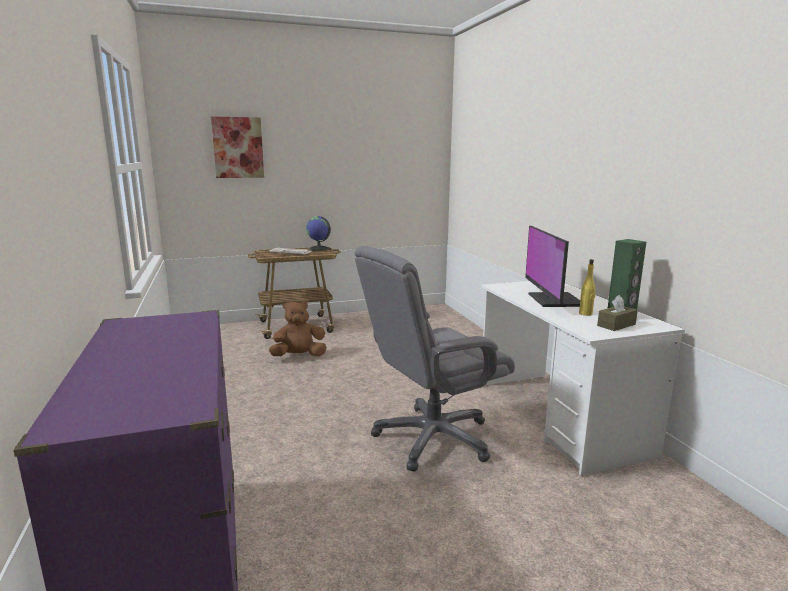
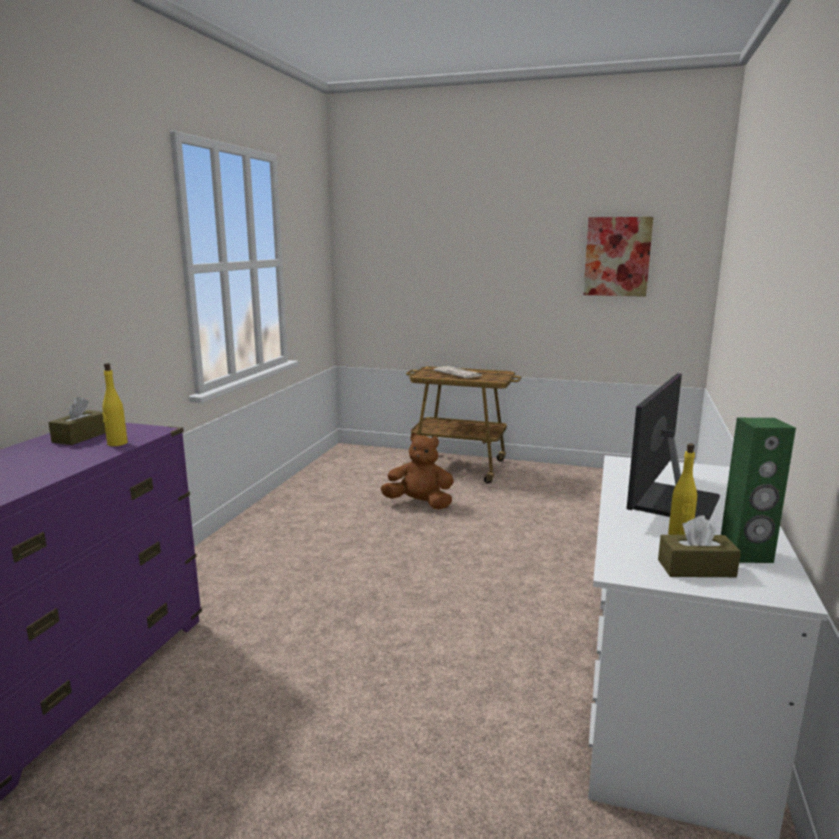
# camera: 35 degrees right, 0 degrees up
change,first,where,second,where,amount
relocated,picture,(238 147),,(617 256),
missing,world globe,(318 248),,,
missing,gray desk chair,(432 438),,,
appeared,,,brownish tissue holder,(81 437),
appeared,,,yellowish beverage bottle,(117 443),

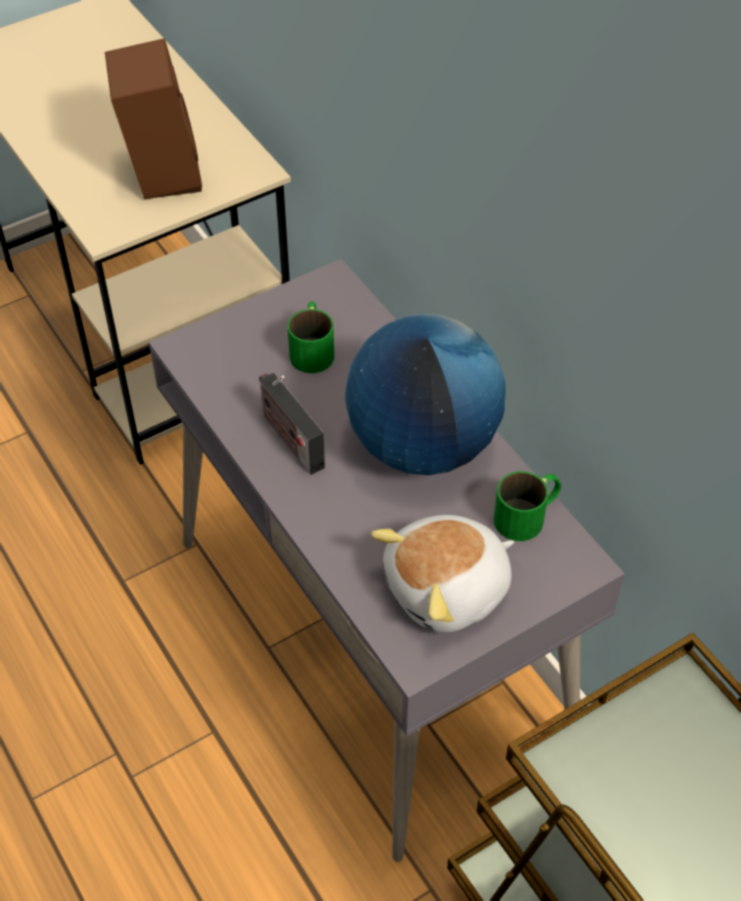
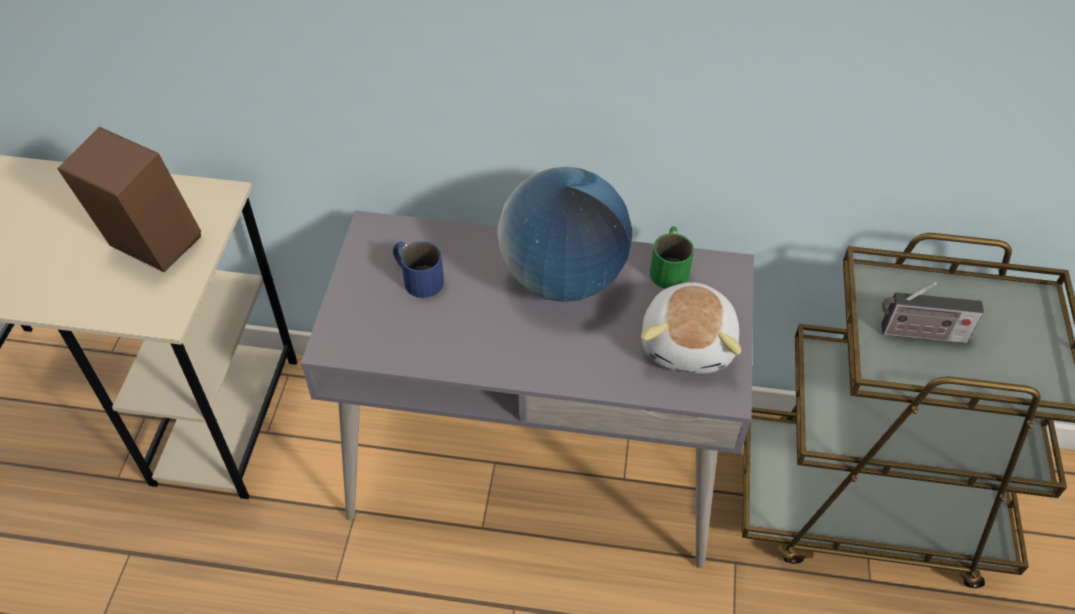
# camera: 50 degrees left, 0 degrees up
change,first,where,second,where,amount
relocated,radio set,(289 438),,(919 334),
colour,green-coloured coffee mug,(312 347),blue-coloured coffee mug,(416 277),

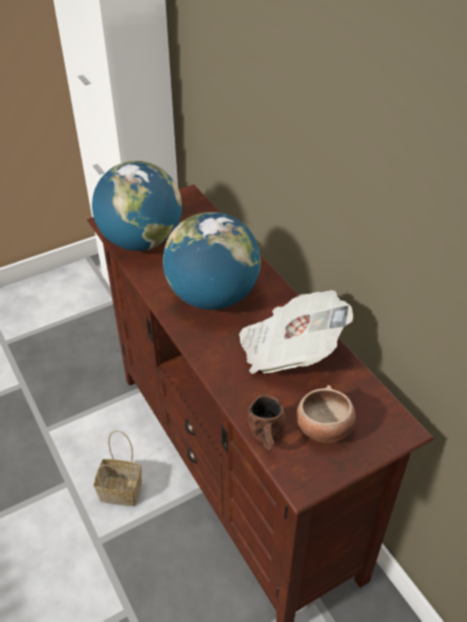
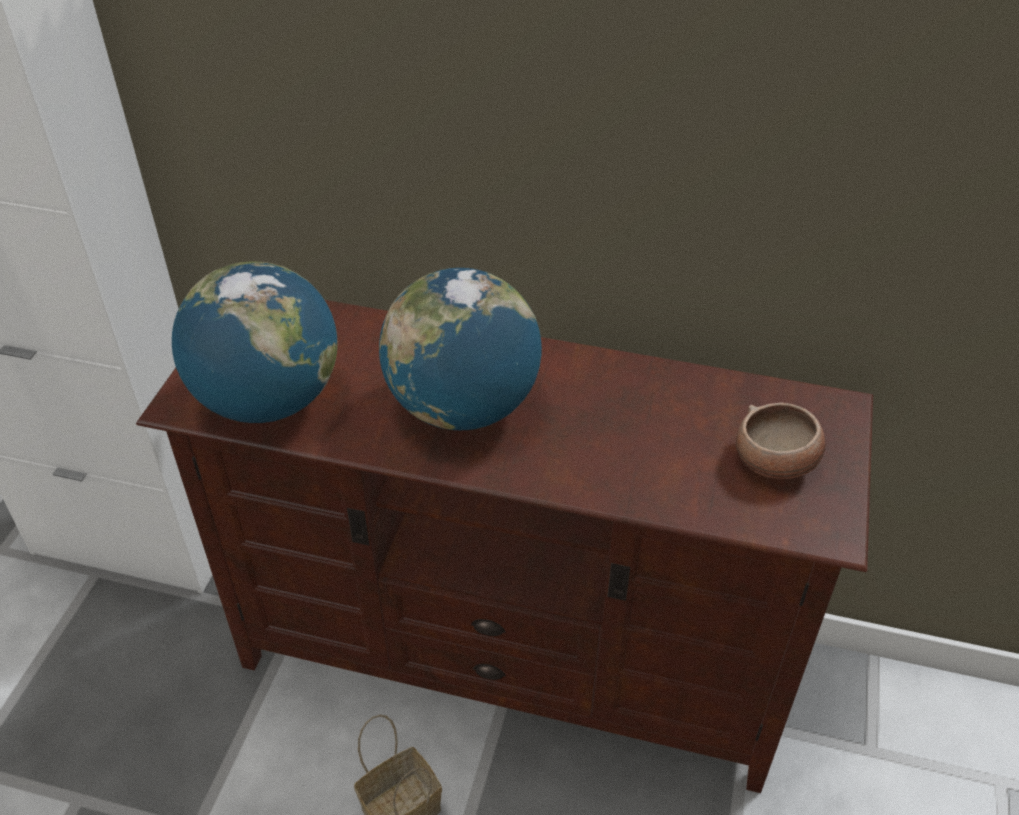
# camera: 45 degrees left, 0 degrees up
change,first,where,second,where,amount
missing,daily paper,(289 351),,,
missing,brownish coffee mug,(267 439),,,

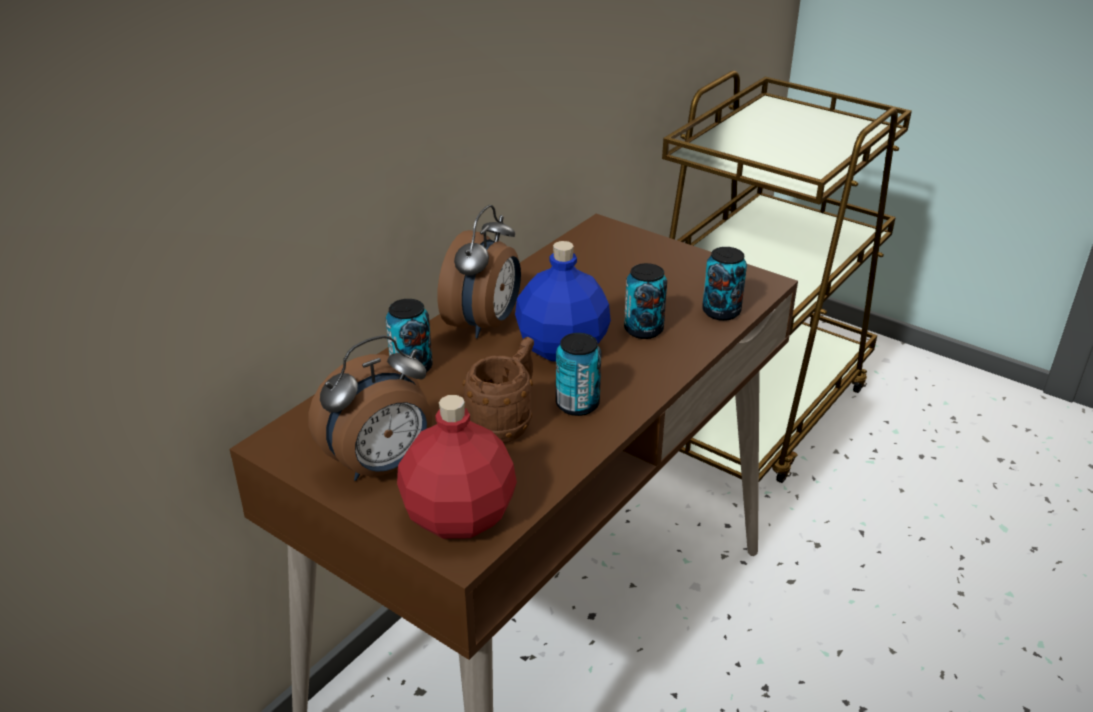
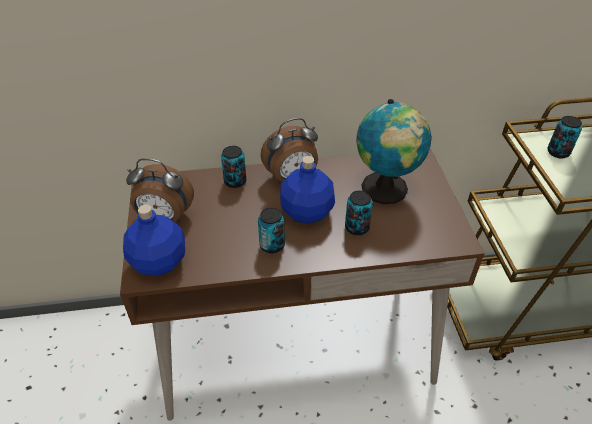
# camera: 45 degrees right, 10 degrees up
change,first,where,second,where,amount
colour,red beverage bottle,(458 515),blue-coloured beverage bottle,(159 261),
missing,brownish coffee mug,(506 423),,,
relocated,can,(721 312),,(558 152),
appeared,,,world globe,(386 190),

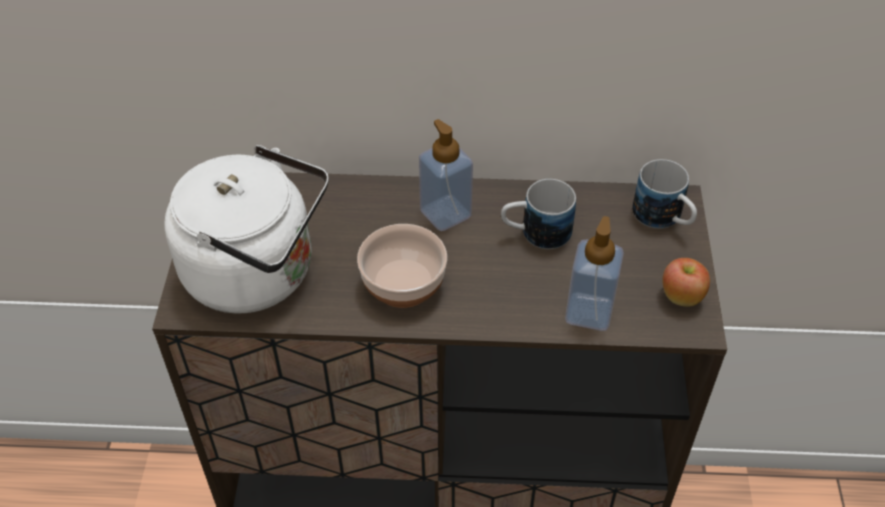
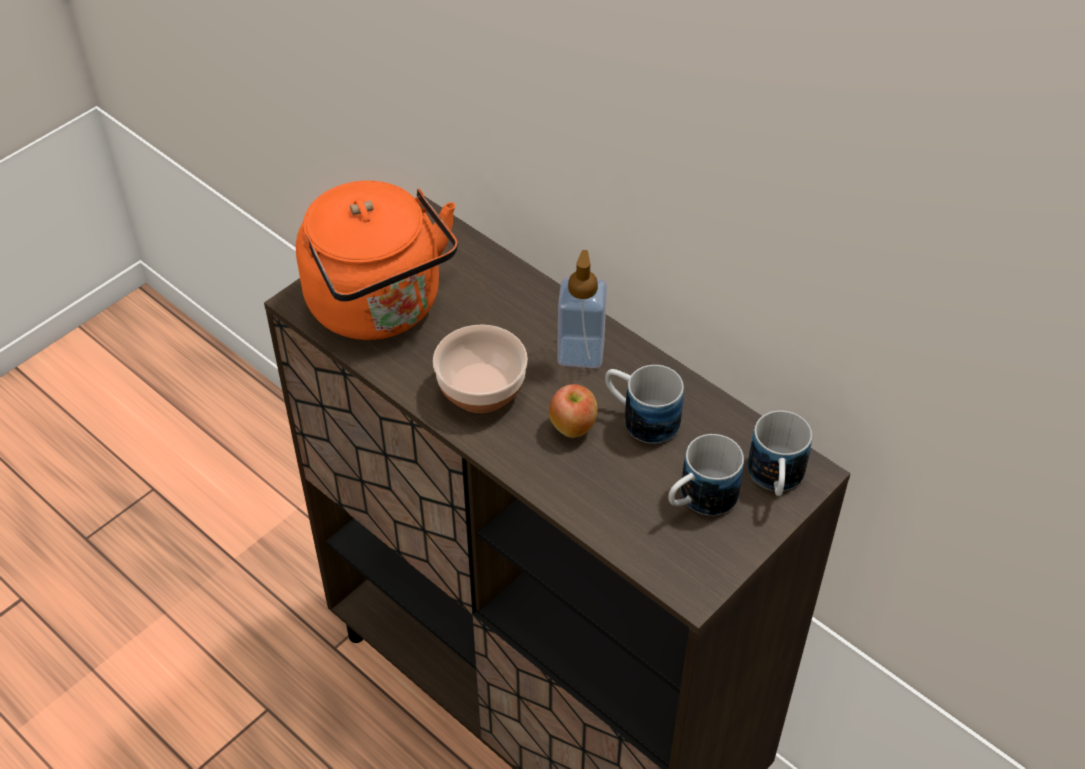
# camera: 40 degrees right, 0 degrees up
change,first,where,second,where,amount
colour,whitish kettle,(258 273),orange-coloured kettle,(380 308),
missing,soap bottle,(589 312),,,
relocated,whole apple,(681 296),,(573 427),
appeared,,,coffee mug,(699 500),

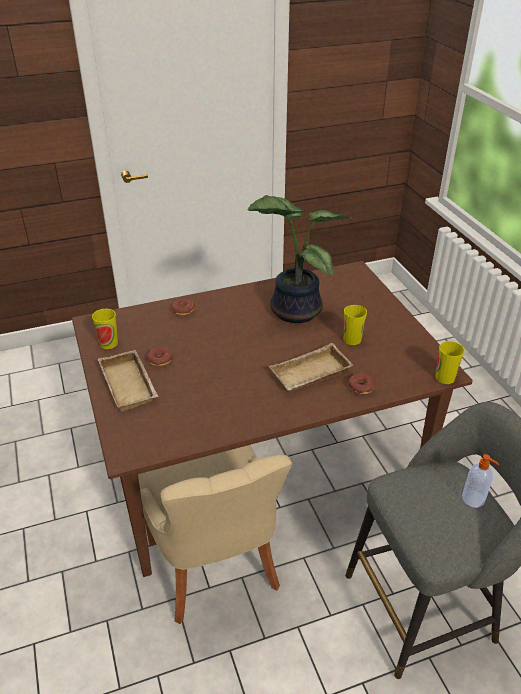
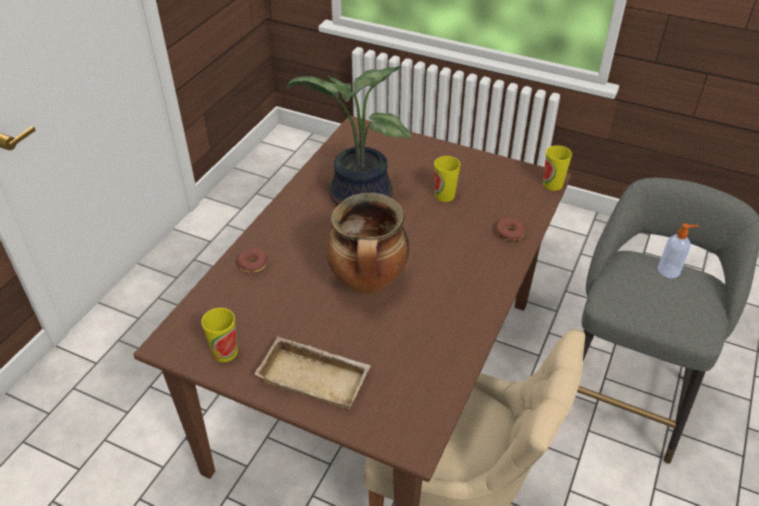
# camera: 45 degrees left, 5 degrees up
change,first,where,second,where,amount
missing,donut,(160 360),,,
missing,beige-coloured carrying tray,(310 375),,,
appeared,,,saucepot,(368 282),

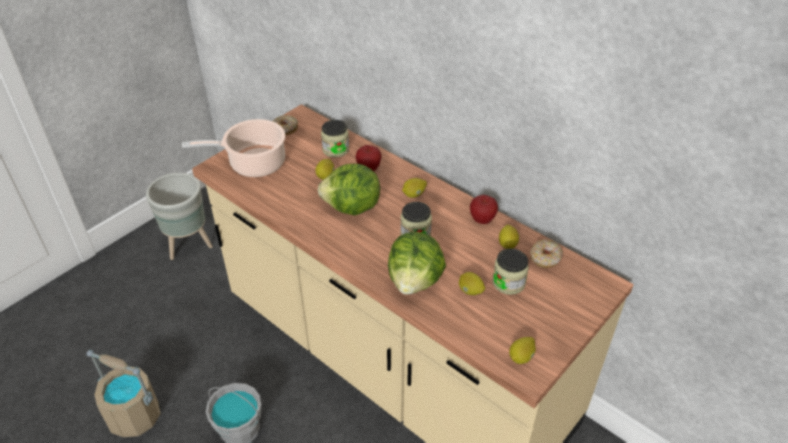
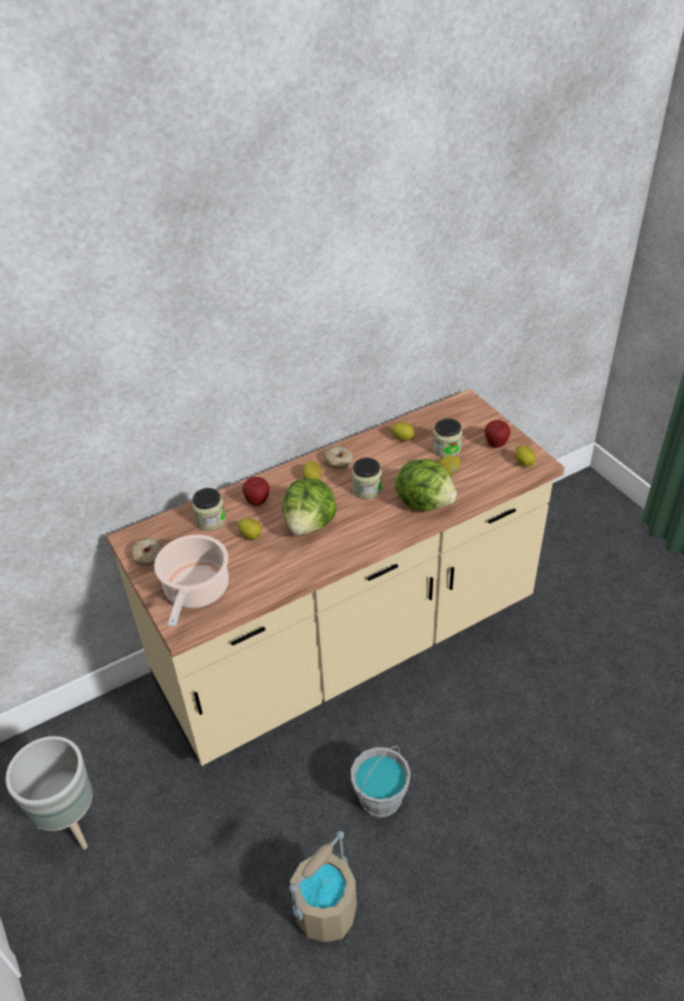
# camera: 70 degrees left, 0 degrees up
change,first,where,second,where,amount
relocated,whole apple,(482 220),,(496 444),
relocated,donut,(545 258),,(338 461),

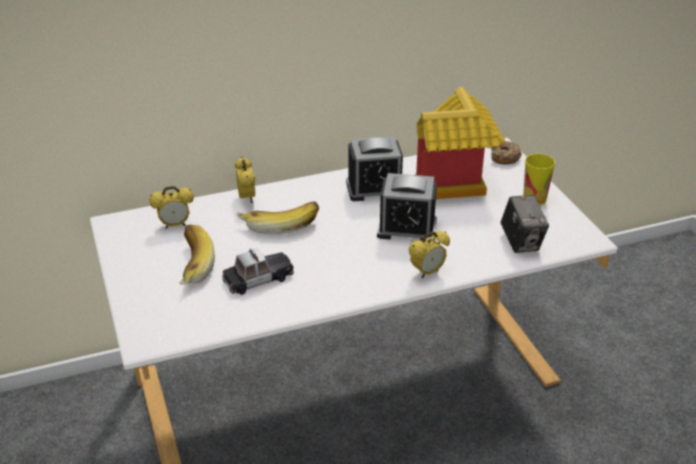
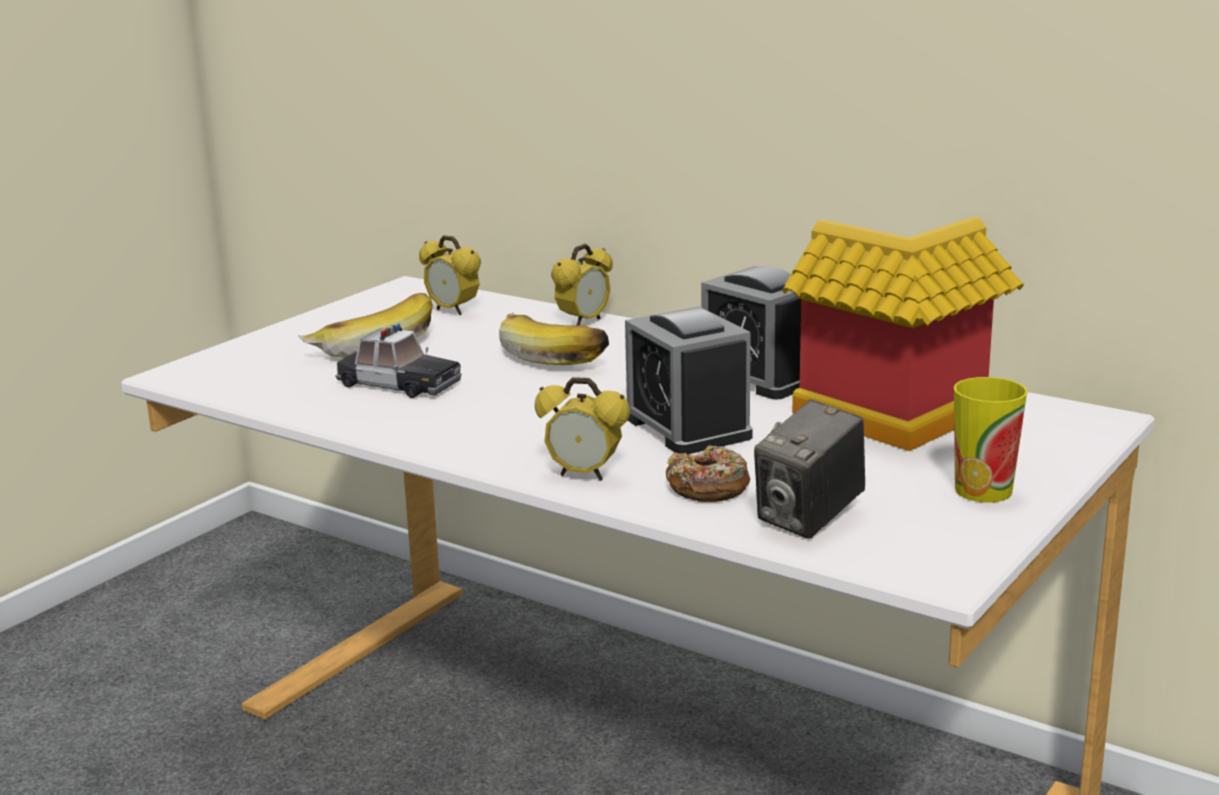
# camera: 55 degrees right, 15 degrees down
change,first,where,second,where,amount
relocated,donut,(504 157),,(708 488),

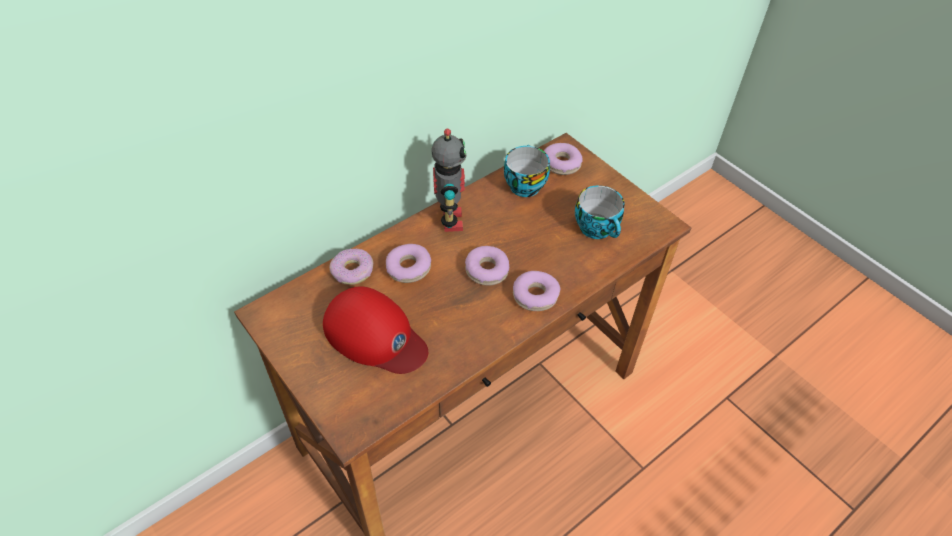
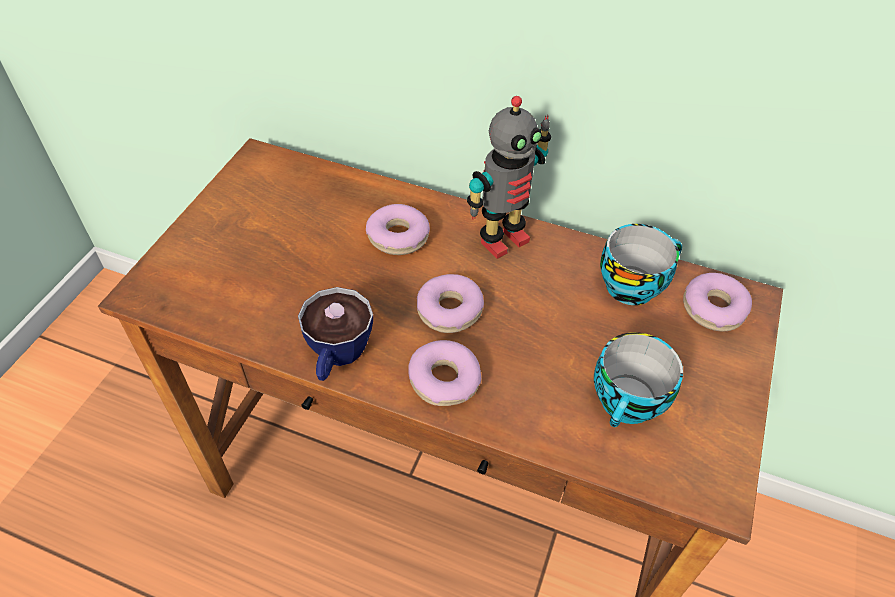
# camera: 60 degrees right, 0 degrees up
change,first,where,second,where,amount
missing,red cap,(375 336),,,
missing,donut,(353 271),,,
appeared,,,cup,(337 357),

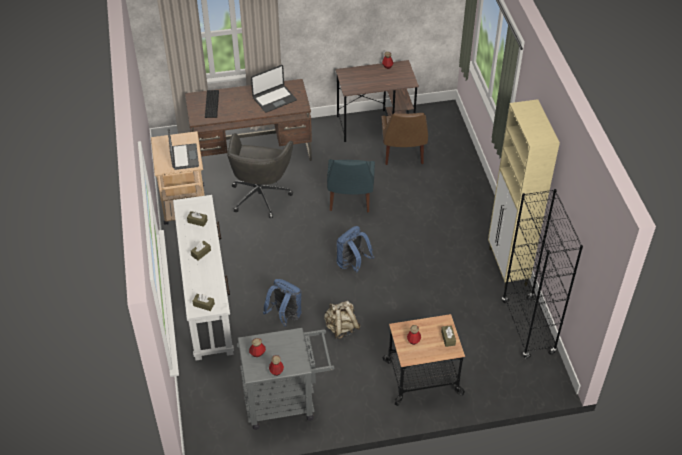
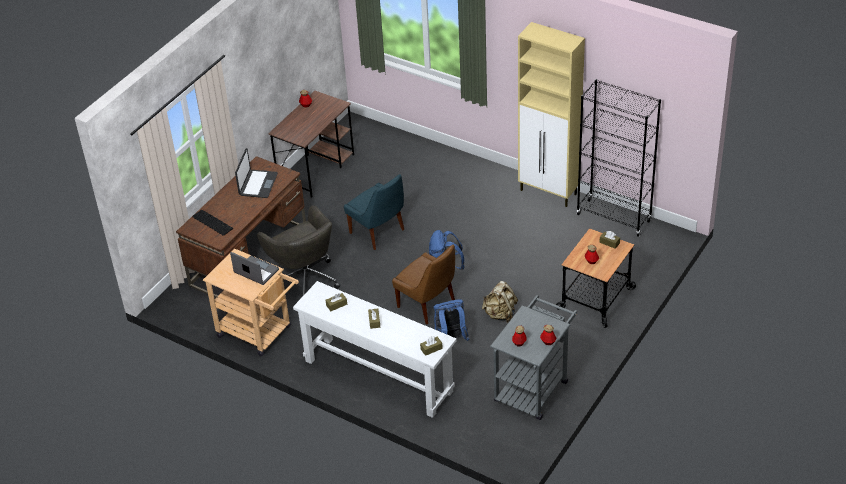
# camera: 45 degrees left, 5 degrees down
change,first,where,second,where,amount
relocated,brownish chair,(403 154),,(428 305),

